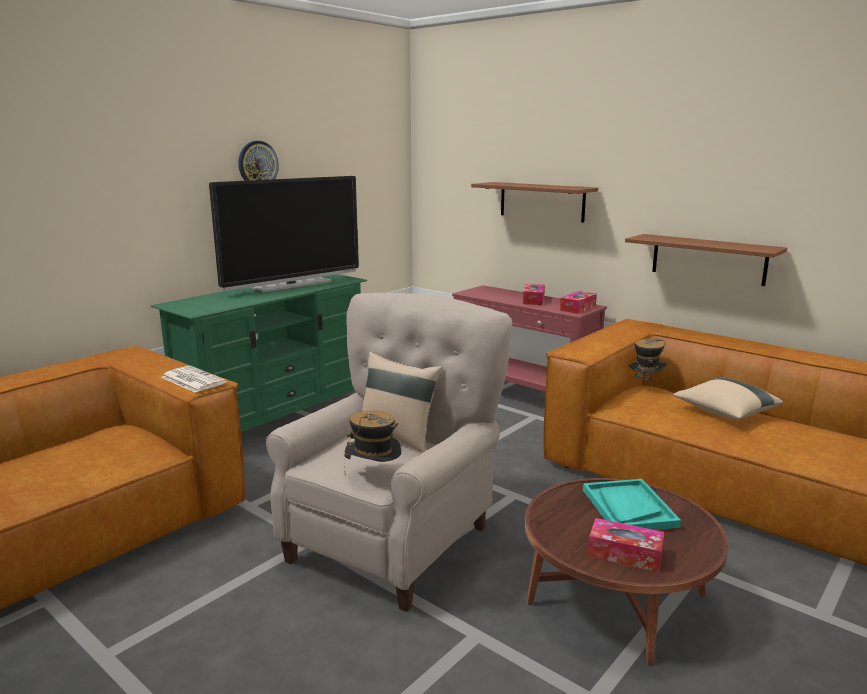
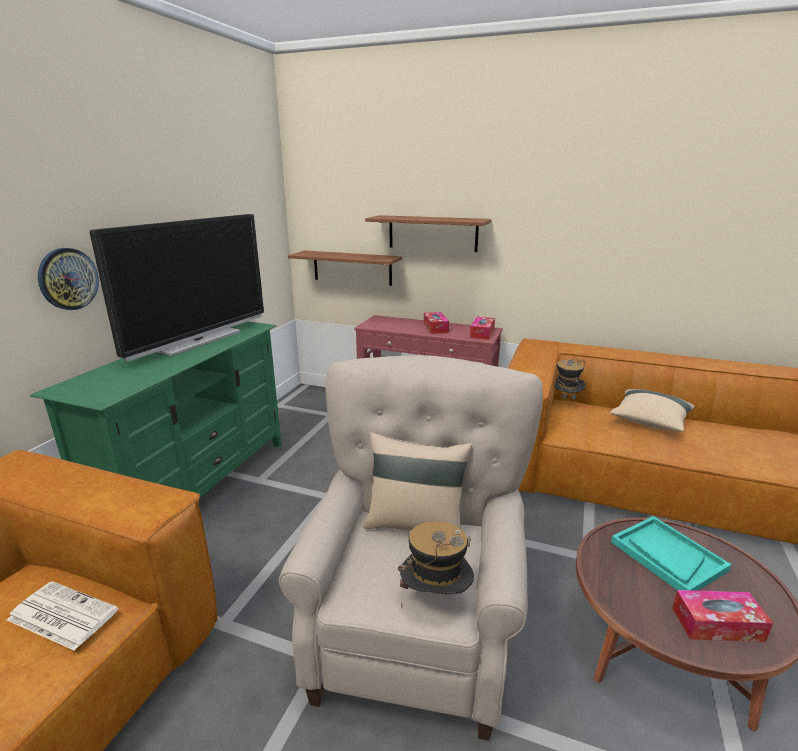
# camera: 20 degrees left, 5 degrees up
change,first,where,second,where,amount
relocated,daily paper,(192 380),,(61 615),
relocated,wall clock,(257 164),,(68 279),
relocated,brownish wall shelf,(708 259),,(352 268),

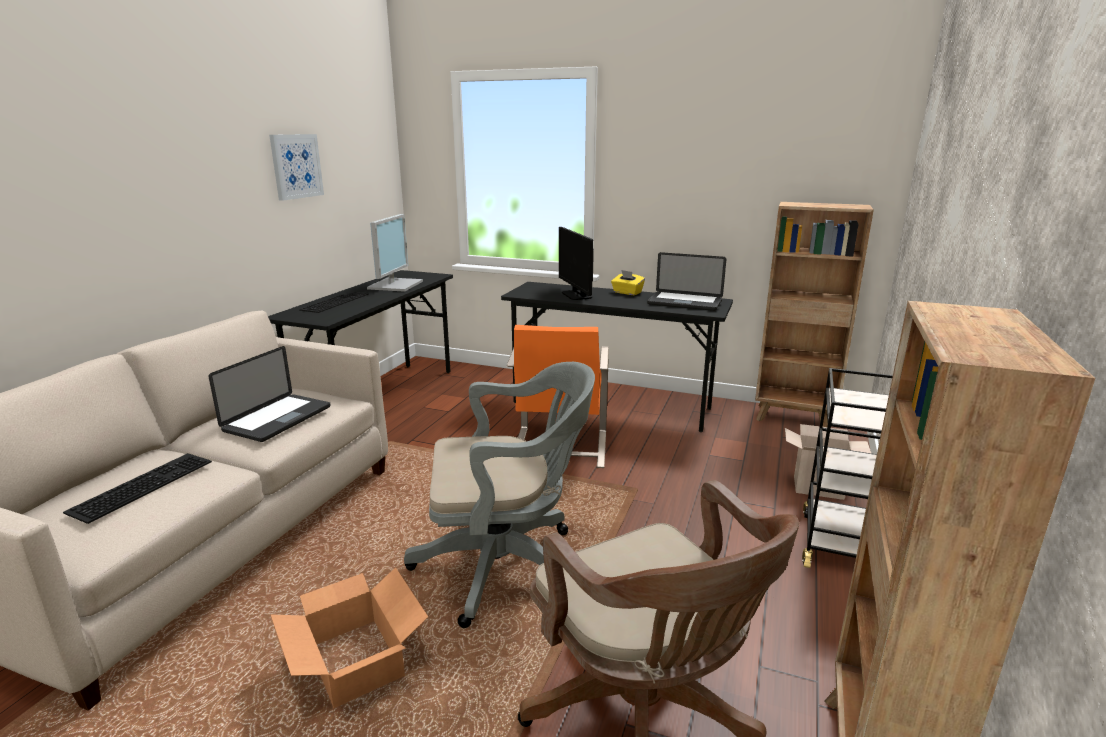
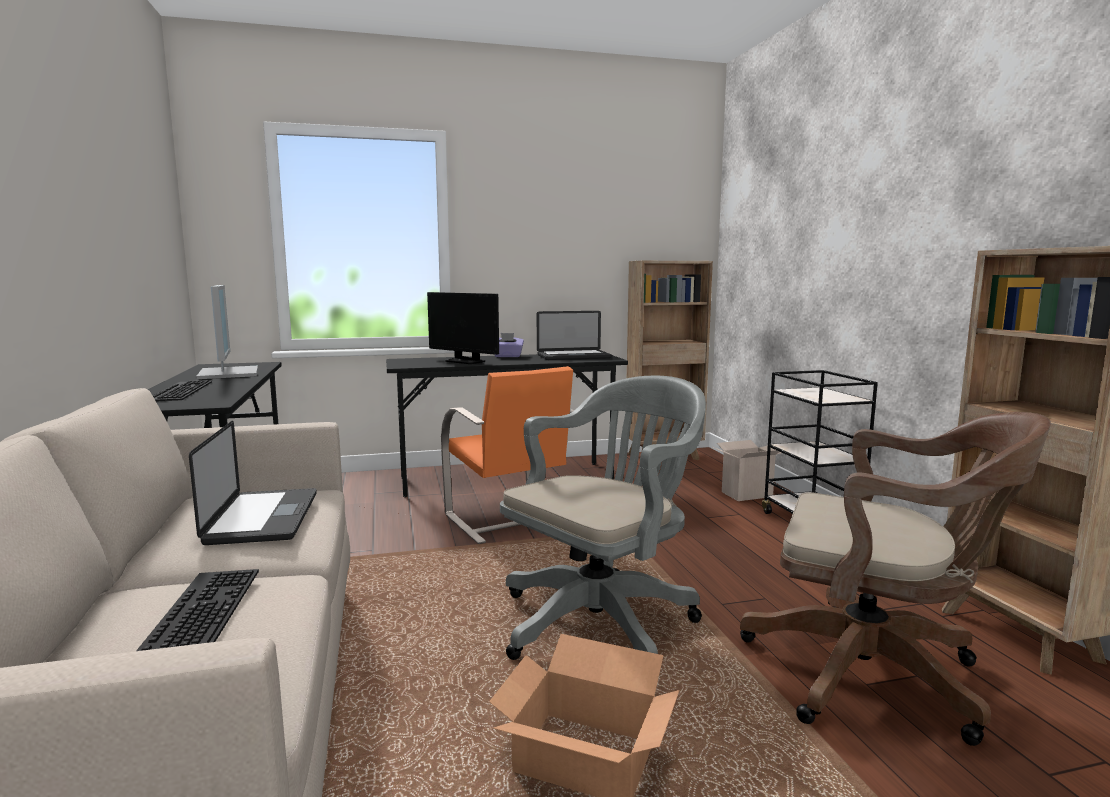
# camera: 35 degrees left, 10 degrees down
change,first,where,second,where,amount
missing,picture,(296 166),,,
colour,yellowish tissue holder,(627 292),purplish tissue holder,(507 356),

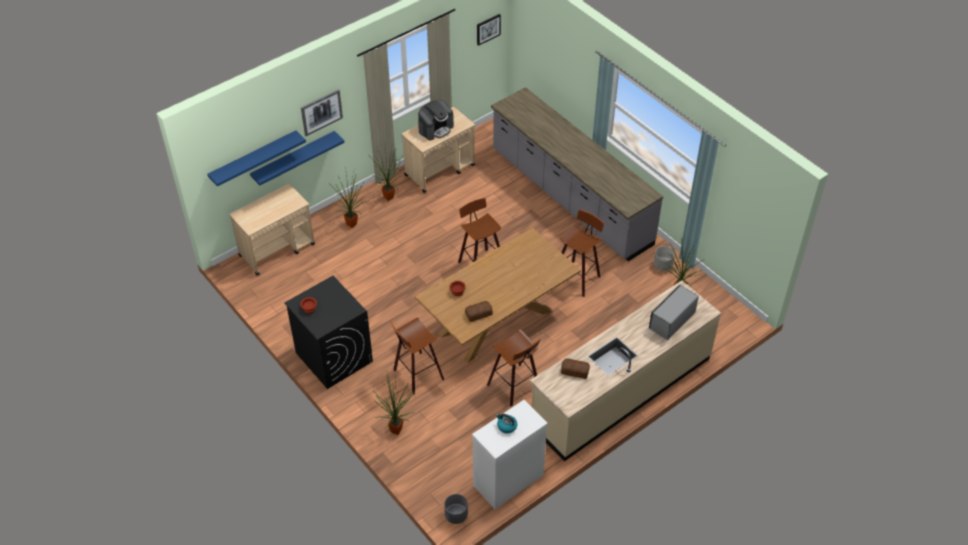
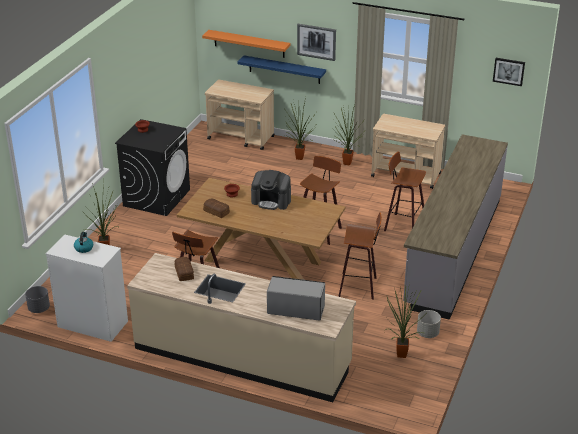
# camera: 60 degrees right, 15 degrees down
change,first,where,second,where,amount
colour,blue-coloured wall shelf,(253 158),orange-coloured wall shelf,(249 43),
relocated,stool,(416 374),,(403 225),
relocated,coffee maker,(436 128),,(271 201),

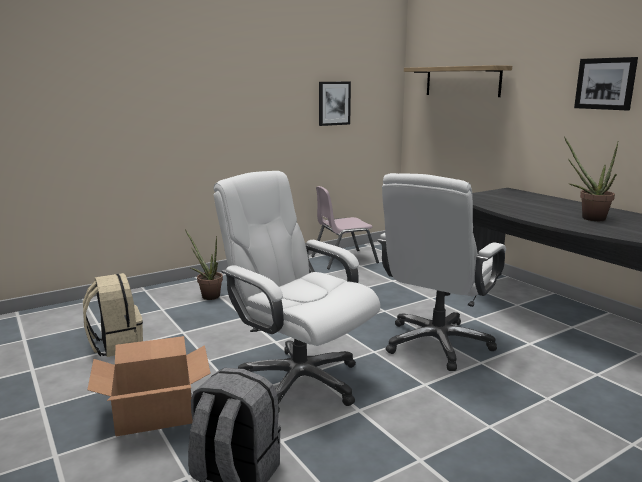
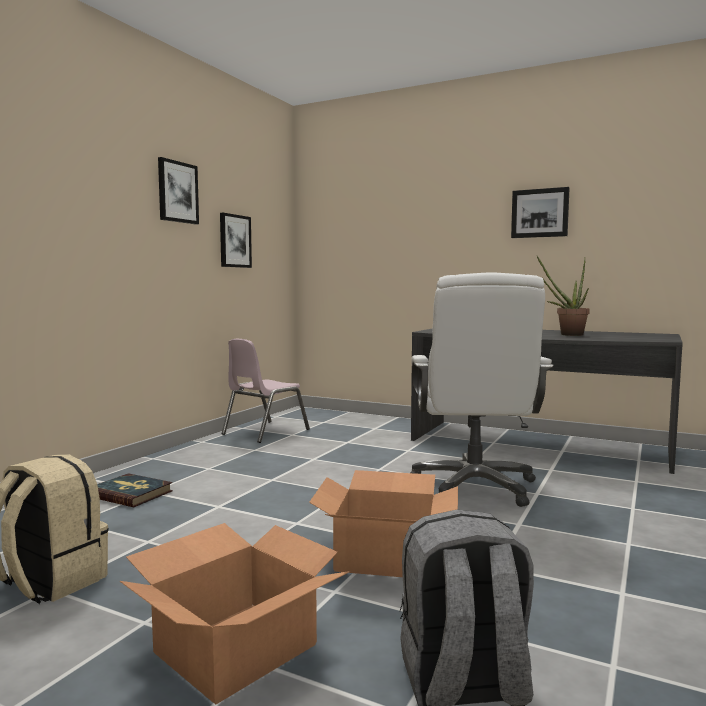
# camera: 30 degrees left, 10 degrees down
change,first,where,second,where,amount
exchanged,potted plant,(208 295),volume,(130 494),
exchanged,whitish desk chair,(298 381),carton,(385 555),
missing,wall shelf,(462 81),,,
appeared,,,picture,(177 192),

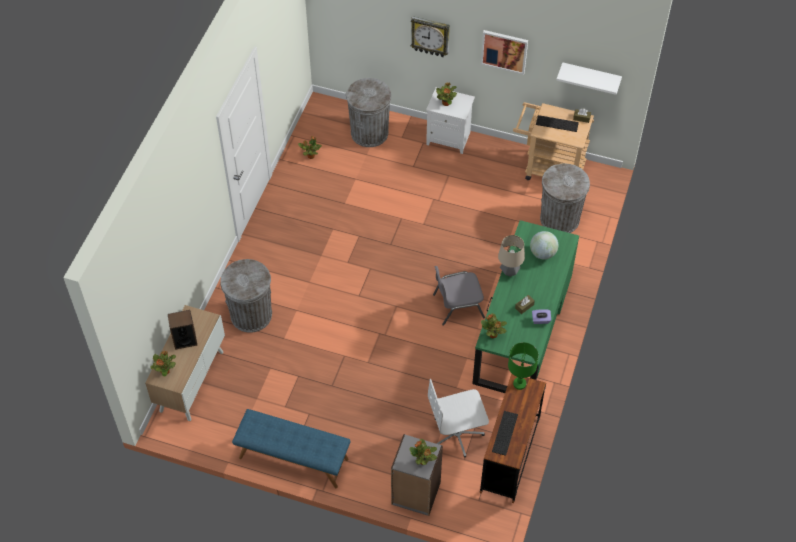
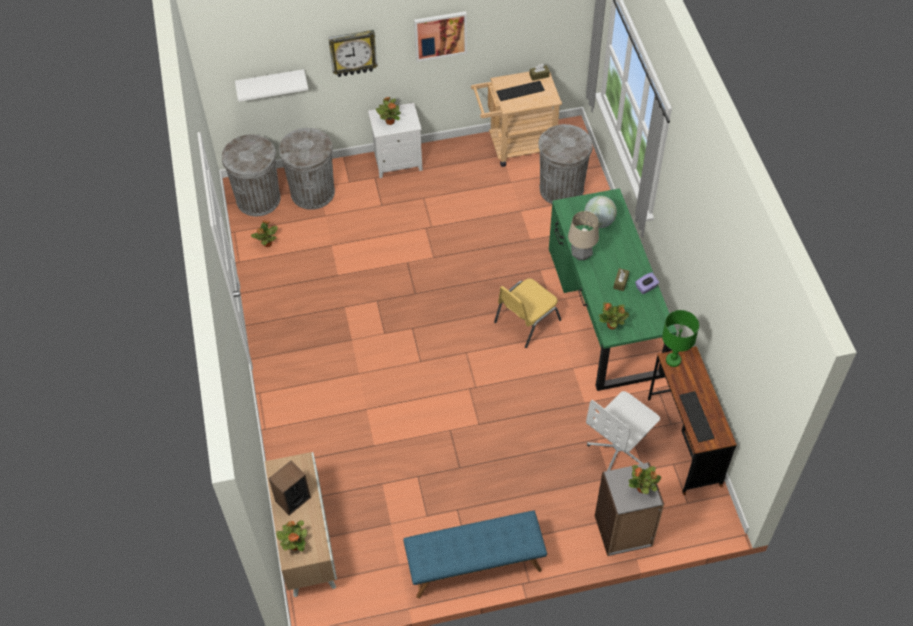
# camera: 30 degrees left, 0 degrees up
change,first,where,second,where,amount
relocated,gray waste bin,(251 315),,(258 199),
colour,gray chair,(457 305),yellowish chair,(526 321),
relocated,whitish wall shelf,(590 76),,(271 83),

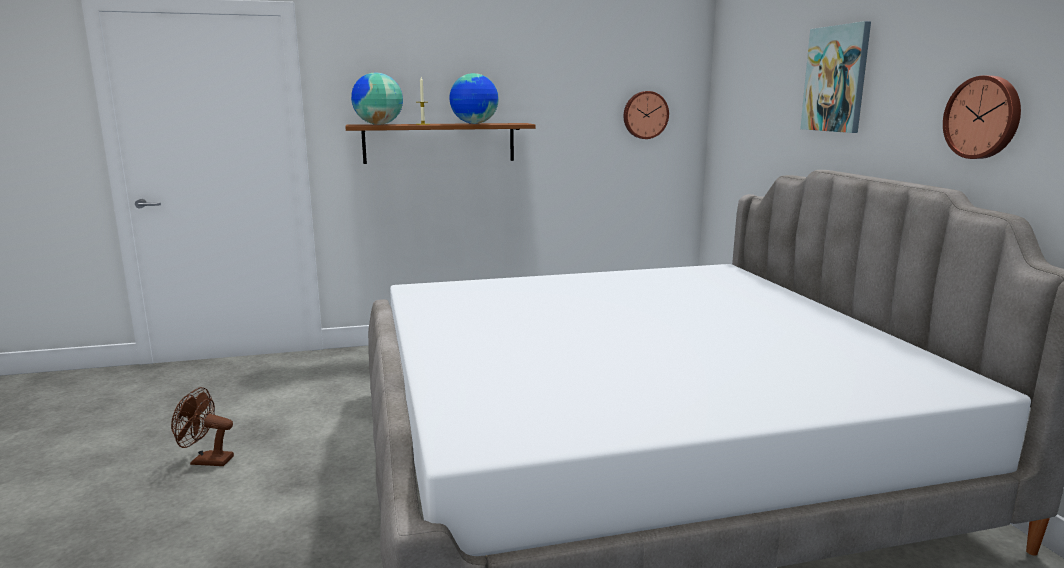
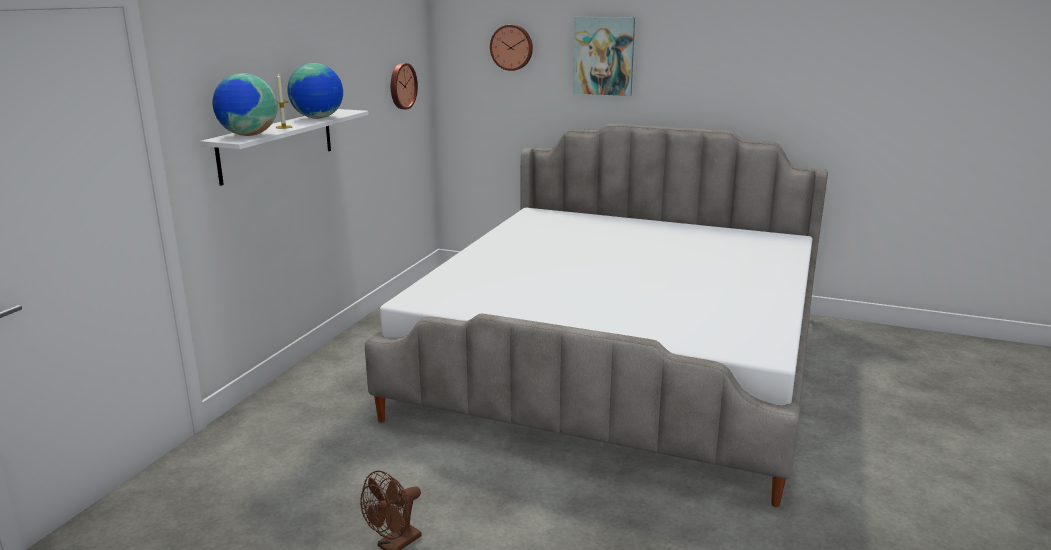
# camera: 55 degrees left, 5 degrees up
change,first,where,second,where,amount
colour,brownish wall shelf,(439 143),whitish wall shelf,(277 144),
relocated,wall clock,(983 117),,(512 47),

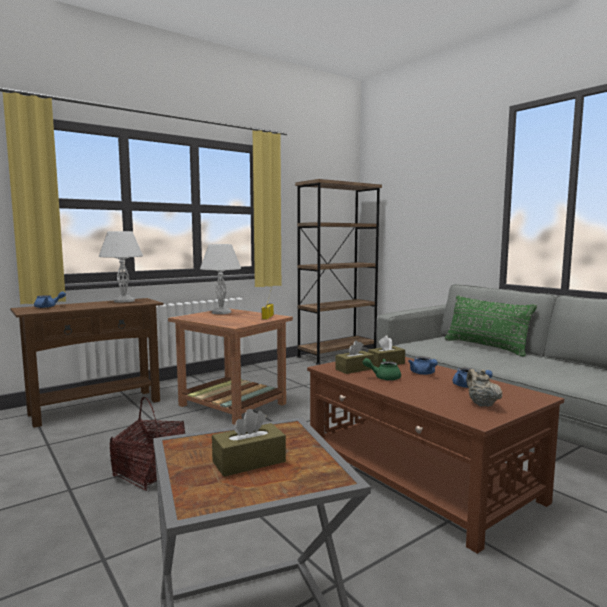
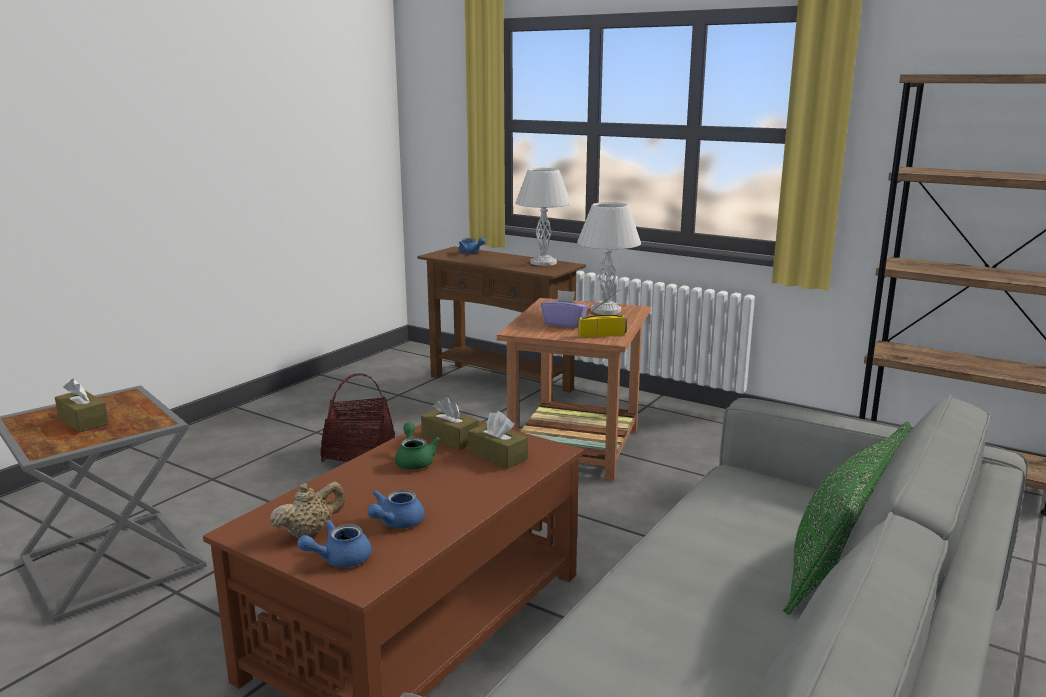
# camera: 70 degrees right, 10 degrees up
change,first,where,second,where,amount
relocated,blue-coloured tea pot,(423 373),,(339 559),
appeared,,,purplish tissue holder,(564 324),

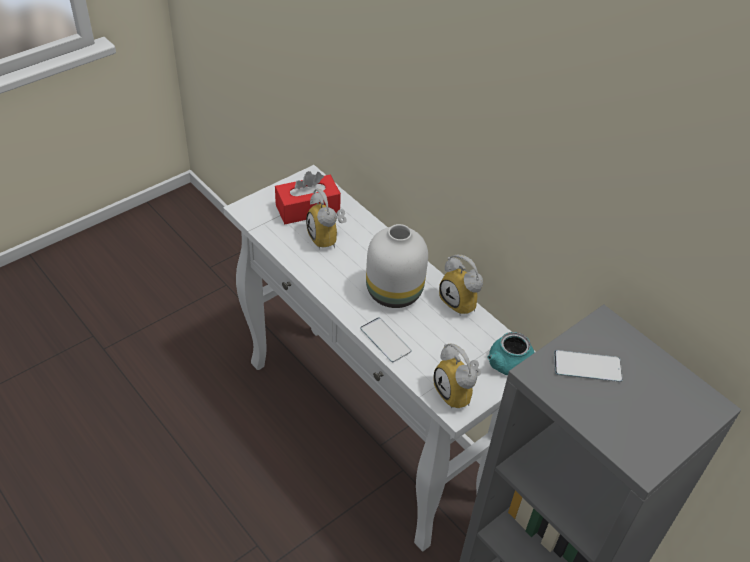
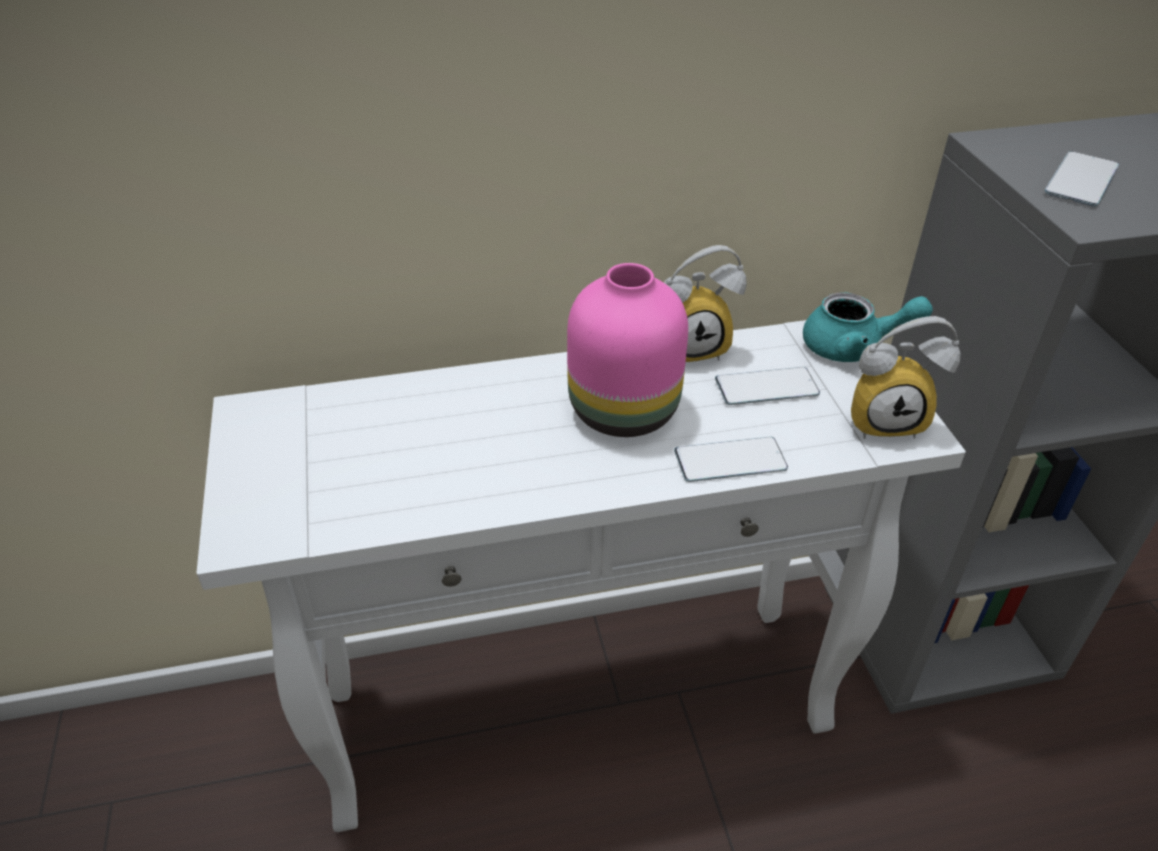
# camera: 60 degrees left, 5 degrees down
change,first,where,second,where,amount
missing,red tissue holder,(307 208),,,
missing,table clock,(328 239),,,
colour,whitish decorative vase,(395 293),pink-coloured decorative vase,(626 410),
appeared,,,telephone,(766 387),

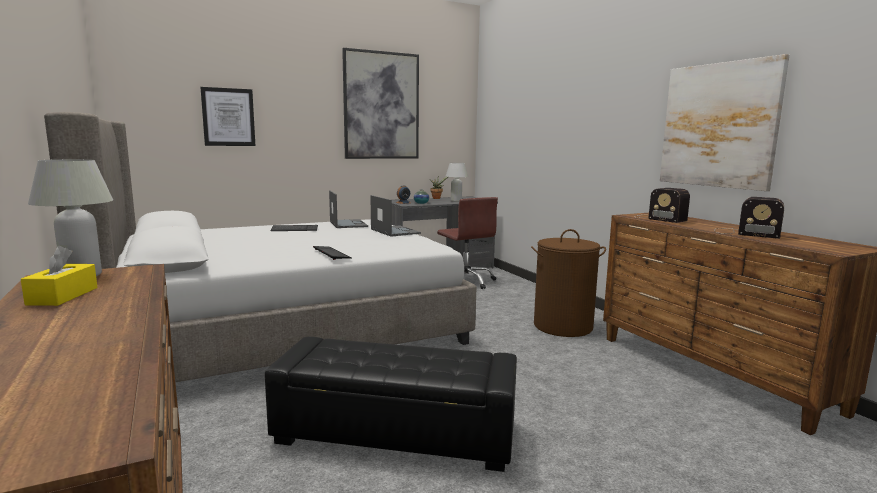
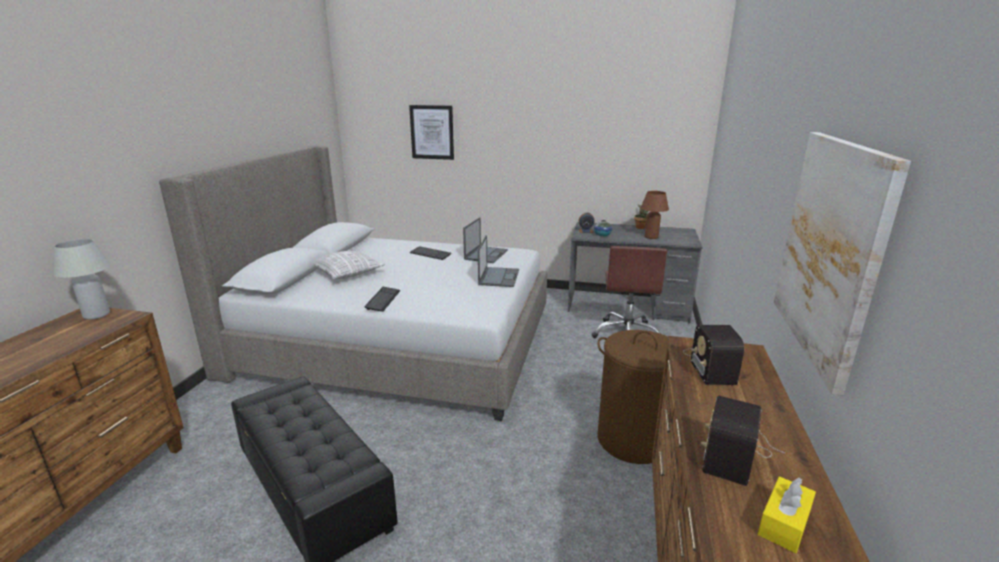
# camera: 40 degrees right, 10 degrees up
change,first,where,second,where,amount
relocated,yellowish tissue holder,(63 296),,(784 523),
missing,picture,(381 106),,,
colour,whitish table lamp,(456 201),brownish table lamp,(651 237),
spun,radio set,(743 233),,(734 449),45 degrees clockwise
appeared,,,cushion,(347 273),

